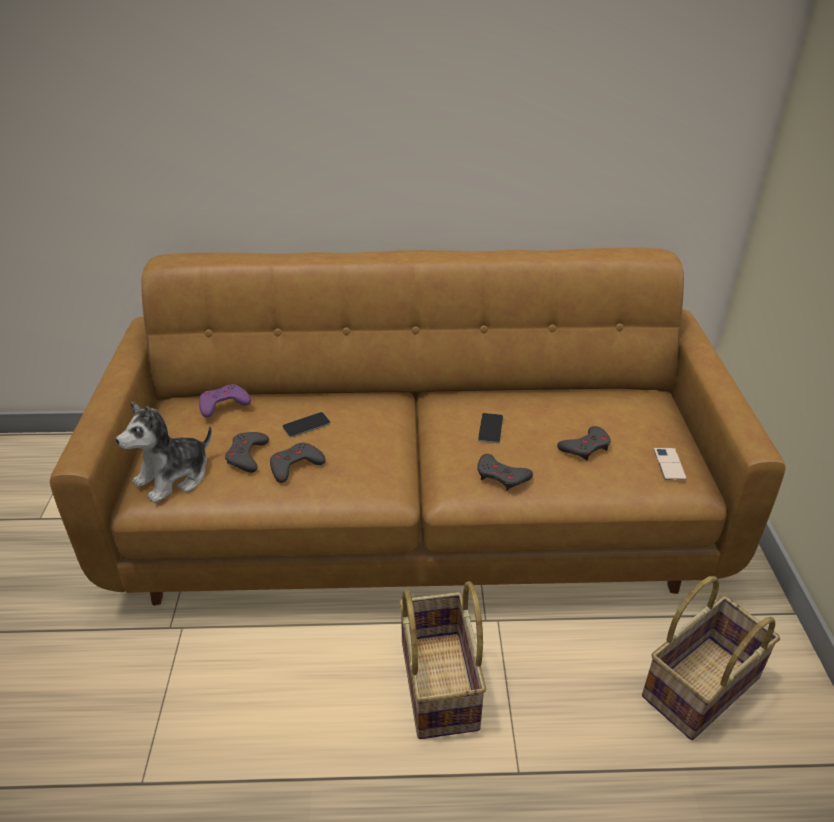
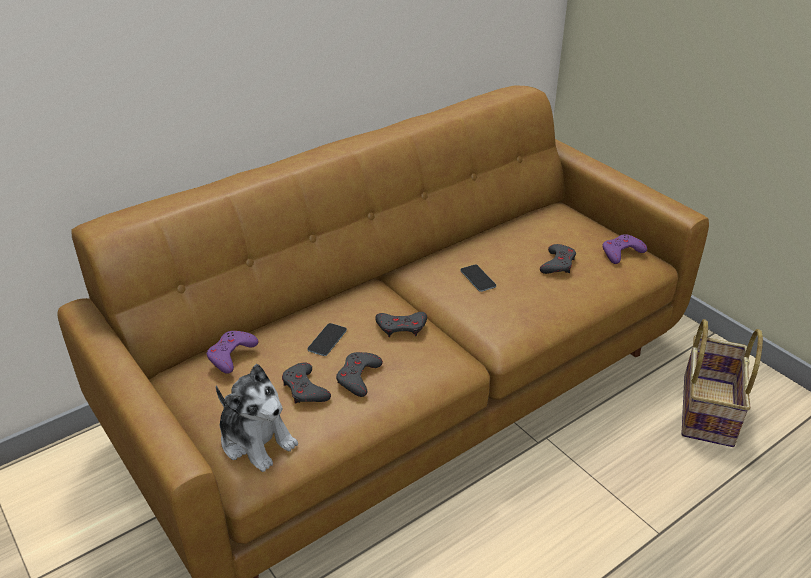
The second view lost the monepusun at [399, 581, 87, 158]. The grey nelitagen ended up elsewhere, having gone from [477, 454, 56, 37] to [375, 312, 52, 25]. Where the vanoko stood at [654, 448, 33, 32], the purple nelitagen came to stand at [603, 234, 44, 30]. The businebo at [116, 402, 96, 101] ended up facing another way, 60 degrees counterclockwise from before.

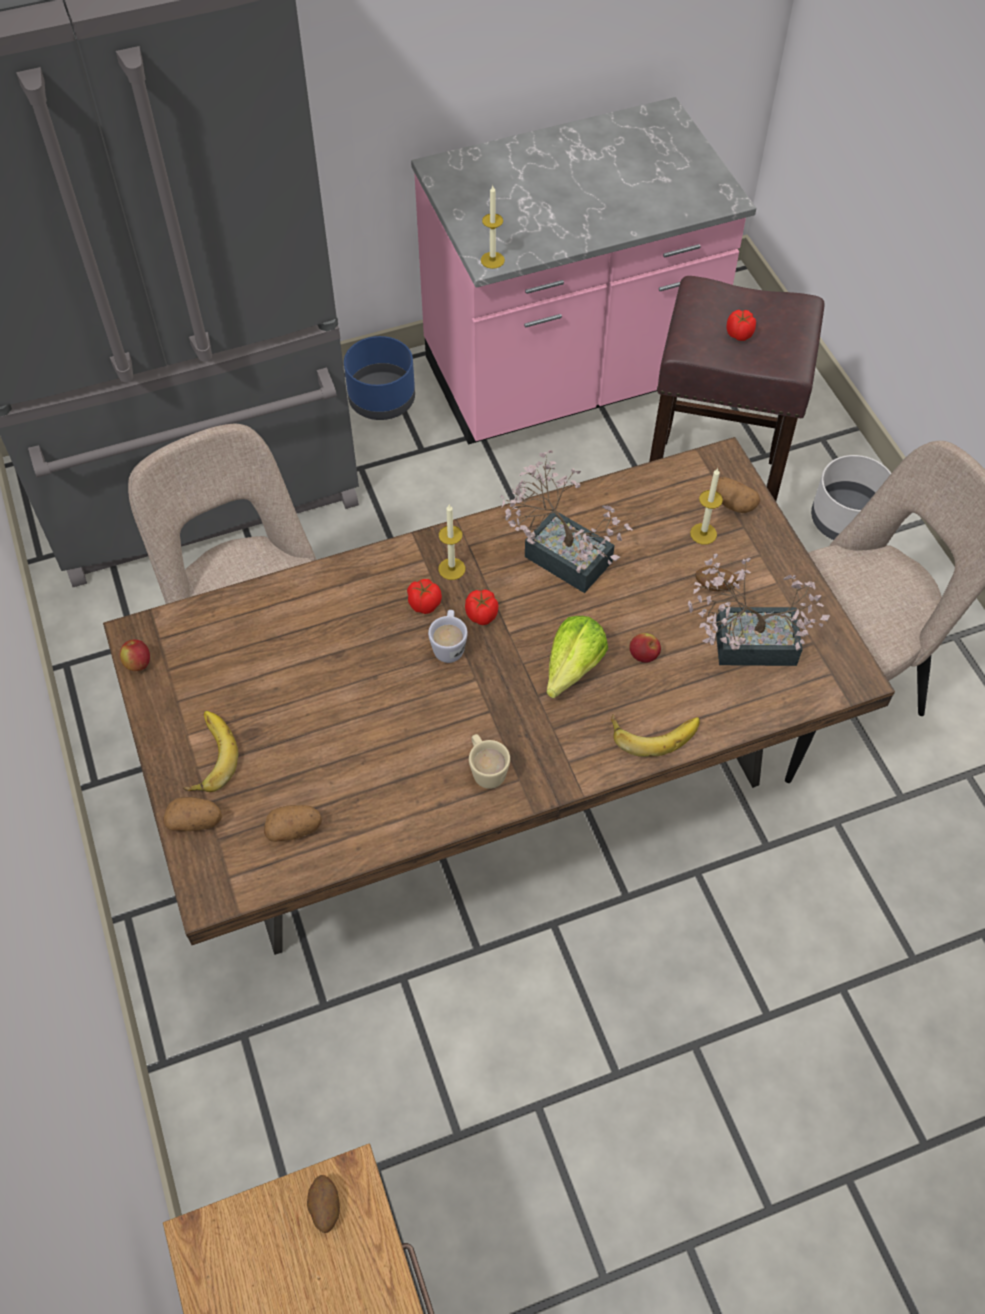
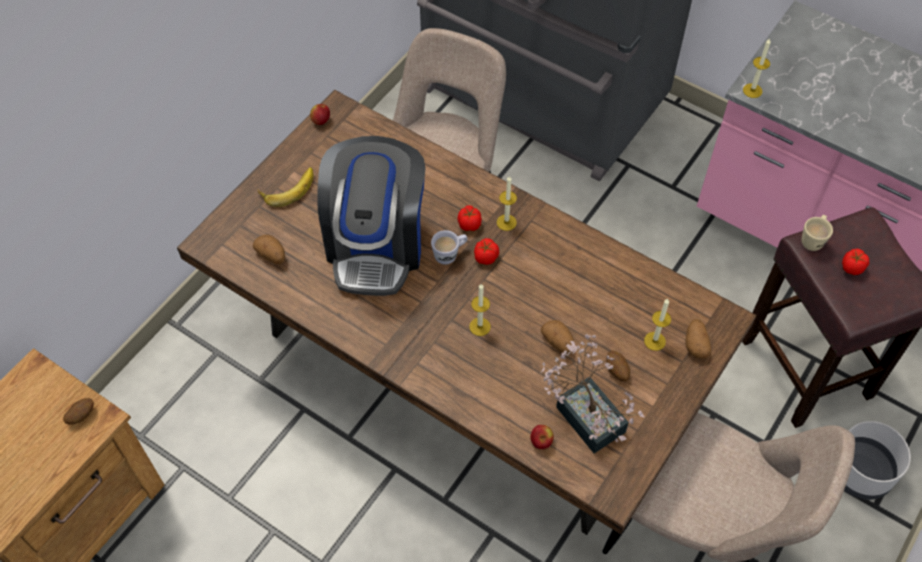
The second view lost the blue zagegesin at [344, 336, 71, 84]. The second view lost the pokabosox at [501, 450, 132, 143]. The second view lost the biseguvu at [611, 715, 89, 42]. The second view gained the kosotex at [317, 136, 108, 160]. The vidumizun ended up elsewhere, having gone from [163, 797, 59, 34] to [541, 320, 33, 34]. The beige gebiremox ended up elsewhere, having gone from [469, 734, 41, 55] to [802, 215, 31, 36]. The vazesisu ended up elsewhere, having gone from [629, 633, 32, 30] to [530, 425, 24, 24]. Where the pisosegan stood at [547, 616, 61, 82], the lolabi came to stand at [469, 284, 22, 52].

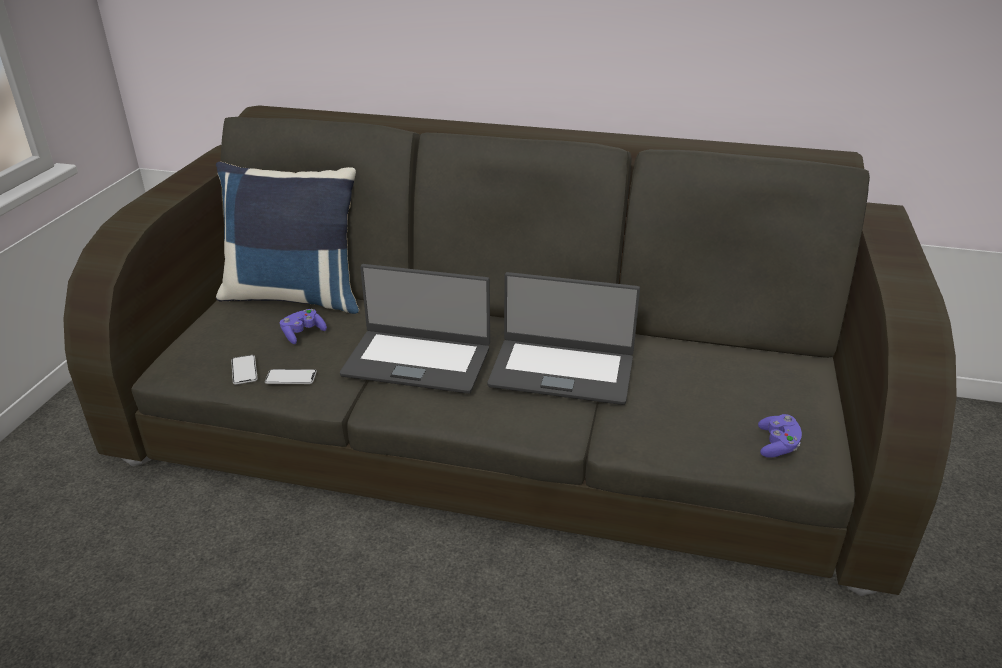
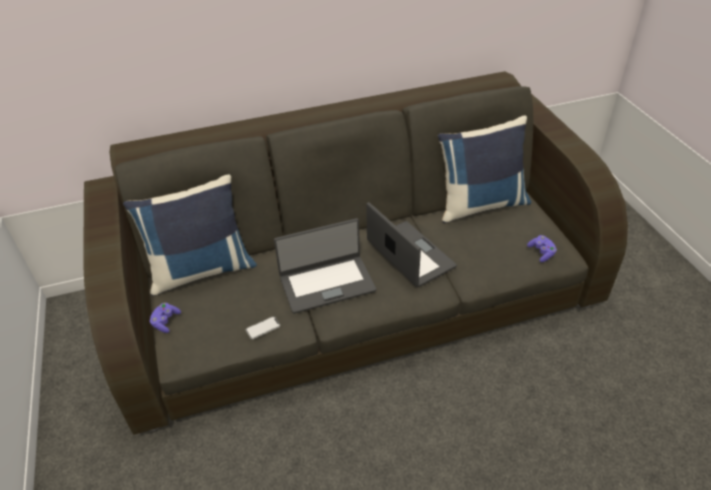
The second view lost the vanoko at [231, 355, 27, 30]. The second view gained the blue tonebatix at [438, 116, 93, 107]. The purple nelitagen ended up elsewhere, having gone from [280, 309, 47, 35] to [150, 303, 31, 30]. The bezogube at [487, 272, 153, 133] ended up facing another way, 105 degrees counterclockwise from before.

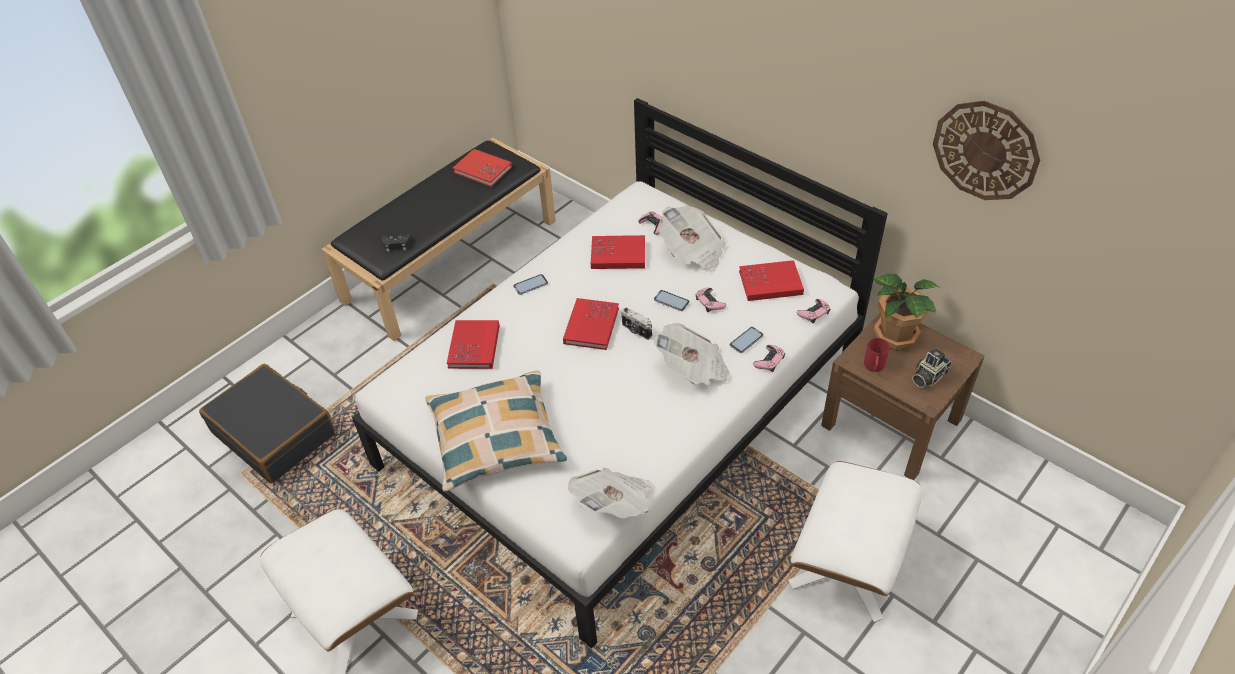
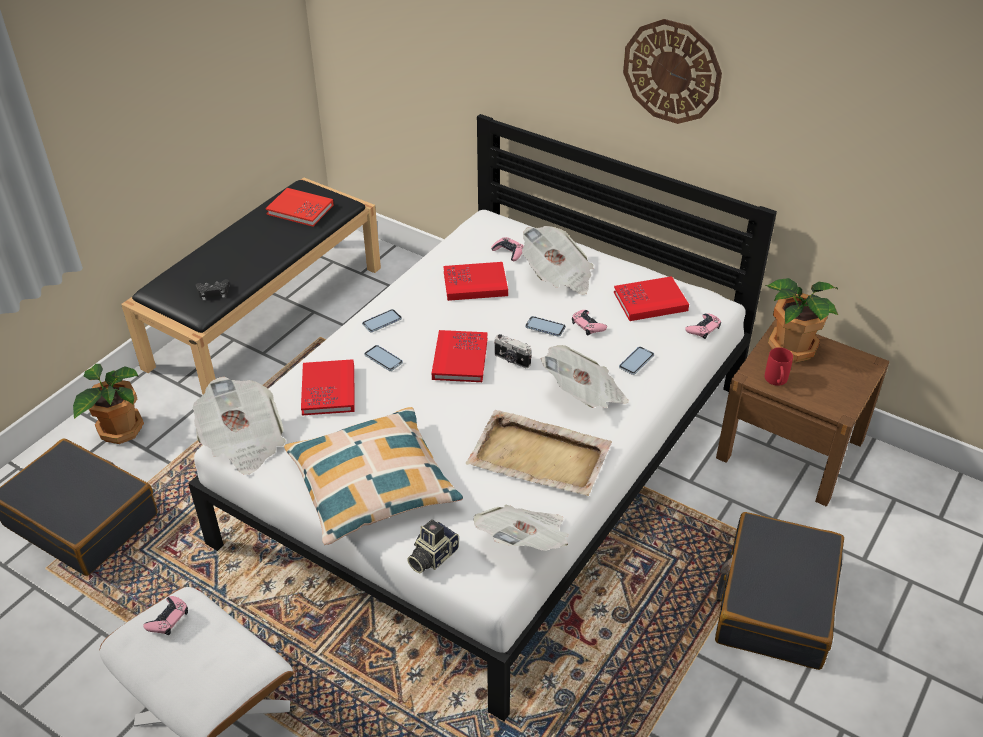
The second view gained the pokabosox at [73, 364, 71, 80]. The second view gained the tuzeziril at [193, 377, 93, 98]. The second view gained the vanoko at [364, 345, 39, 26]. The second view gained the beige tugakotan at [466, 410, 146, 86]. The pink nelitagen ended up elsewhere, having gone from [753, 345, 32, 27] to [144, 596, 44, 39]. The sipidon ended up elsewhere, having gone from [912, 348, 40, 40] to [407, 519, 52, 54]. The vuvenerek ended up elsewhere, having gone from [933, 101, 107, 99] to [623, 19, 99, 105]. Where the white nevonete stood at [789, 461, 133, 161], the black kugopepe came to stand at [715, 512, 129, 158].

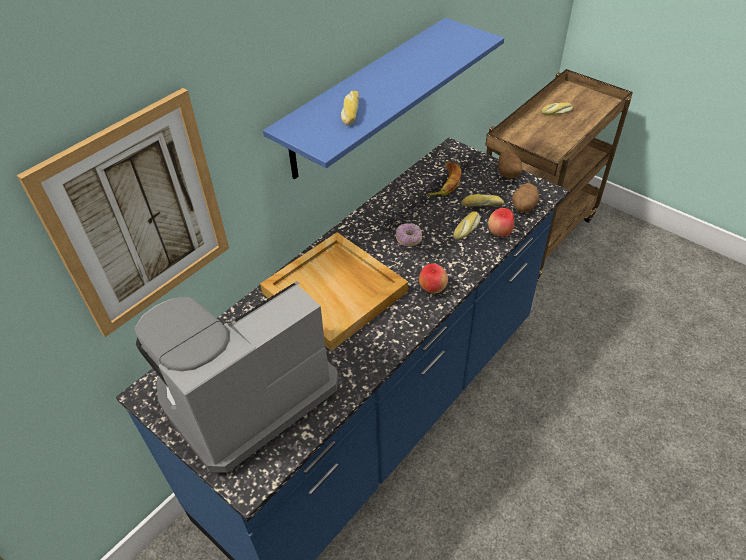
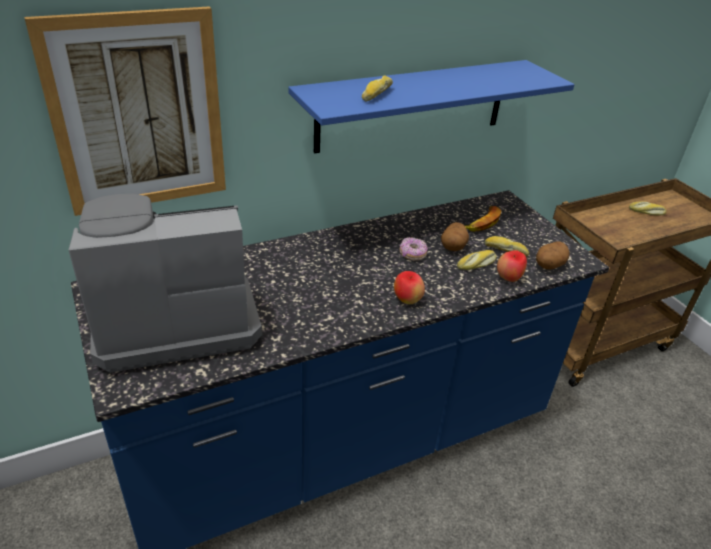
The second view lost the beige tugakotan at [260, 232, 148, 119]. The vidumizun ended up elsewhere, having gone from [498, 151, 24, 28] to [441, 222, 28, 29].

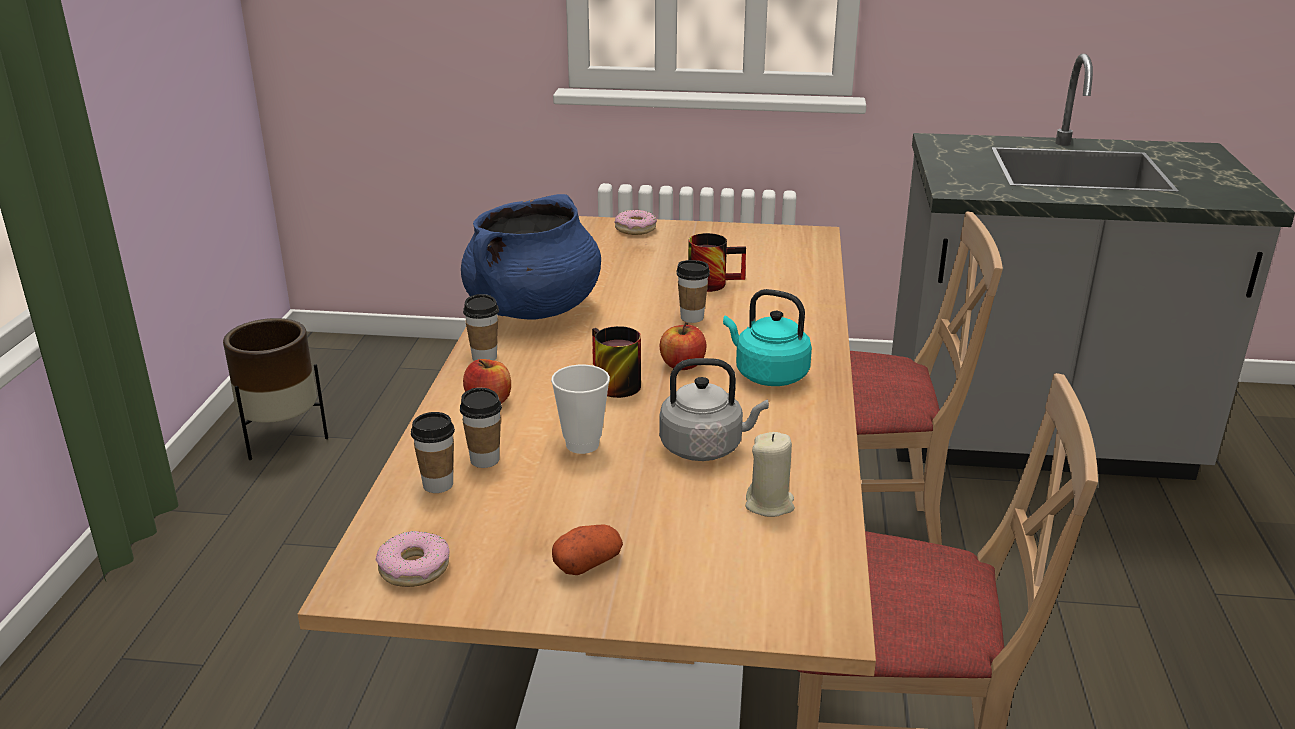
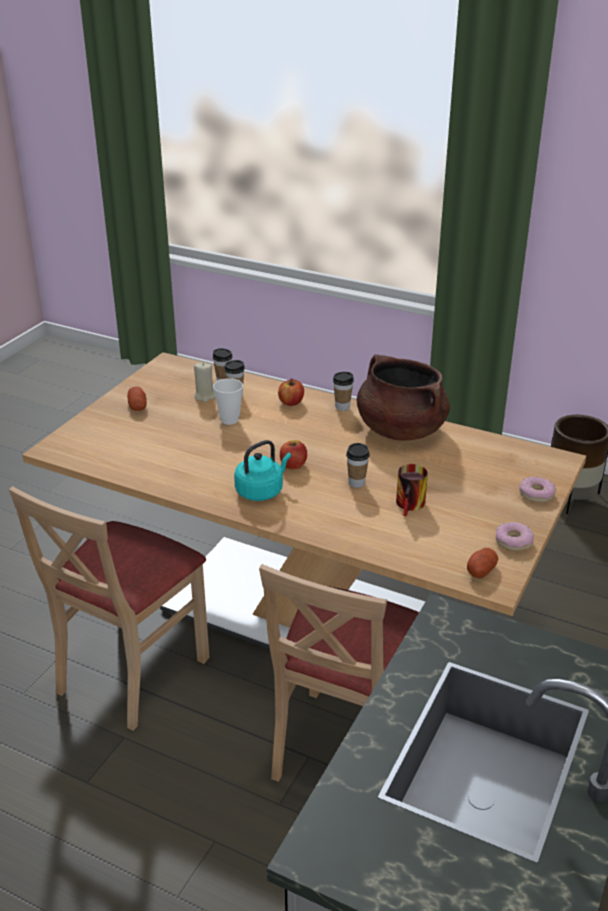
The second view lost the gebiremox at [592, 326, 49, 72]. The second view lost the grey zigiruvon at [659, 358, 110, 103]. The second view gained the vidumizun at [467, 548, 32, 30]. The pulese ended up elsewhere, having gone from [376, 531, 73, 56] to [496, 522, 38, 29]. The beige lolabi ended up elsewhere, having gone from [745, 432, 50, 85] to [194, 362, 21, 40]. What was the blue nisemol at [461, 194, 140, 126] turned into the brown nisemol at [357, 354, 93, 87].

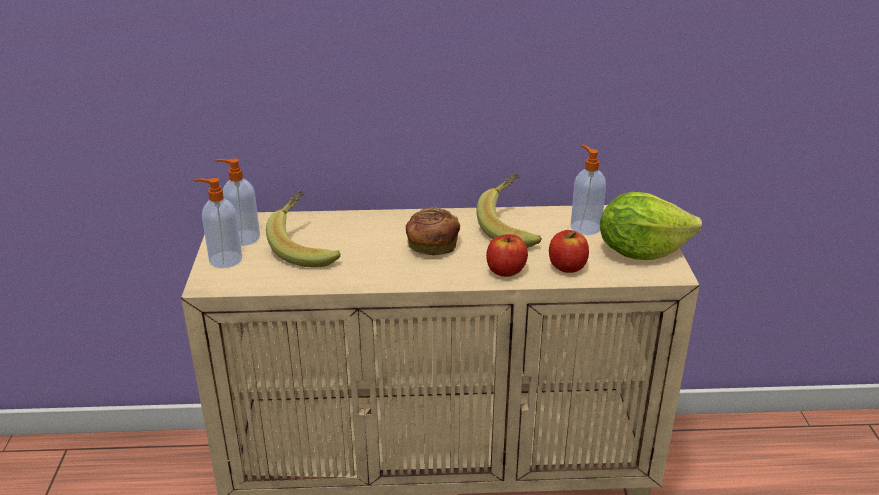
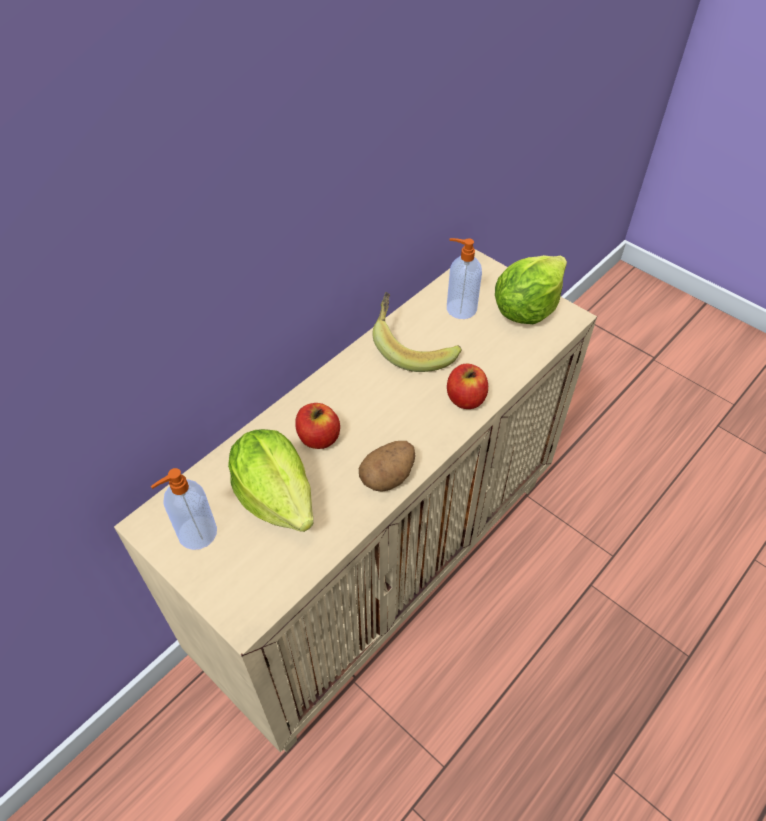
The second view lost the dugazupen at [194, 178, 48, 90]. The second view lost the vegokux at [406, 207, 54, 48]. The second view gained the vidumizun at [359, 441, 57, 51]. The vazesisu ended up elsewhere, having gone from [549, 230, 40, 43] to [295, 403, 45, 46]. Where the biseguvu stood at [266, 191, 75, 76], the pisosegan came to stand at [228, 429, 86, 103].

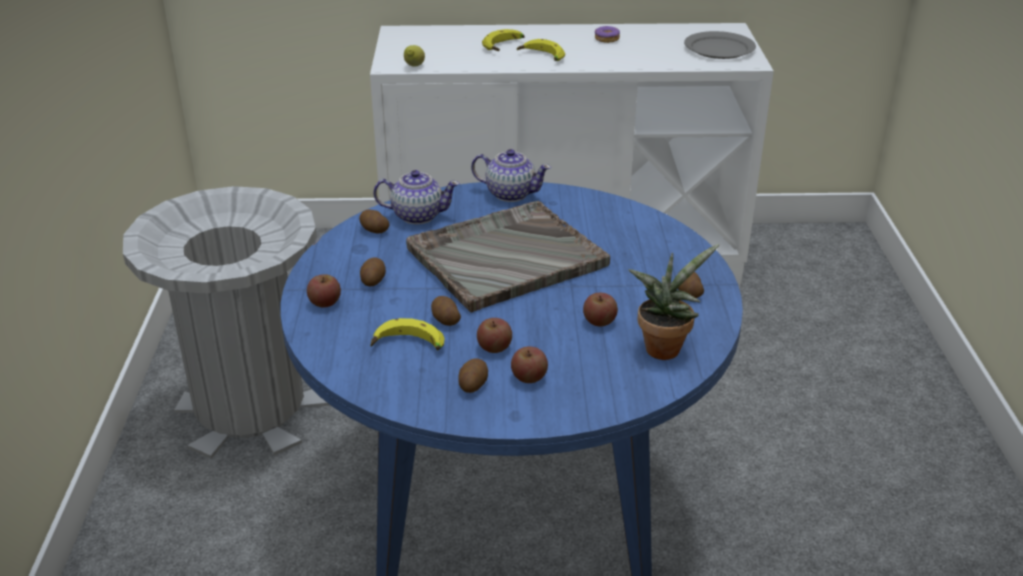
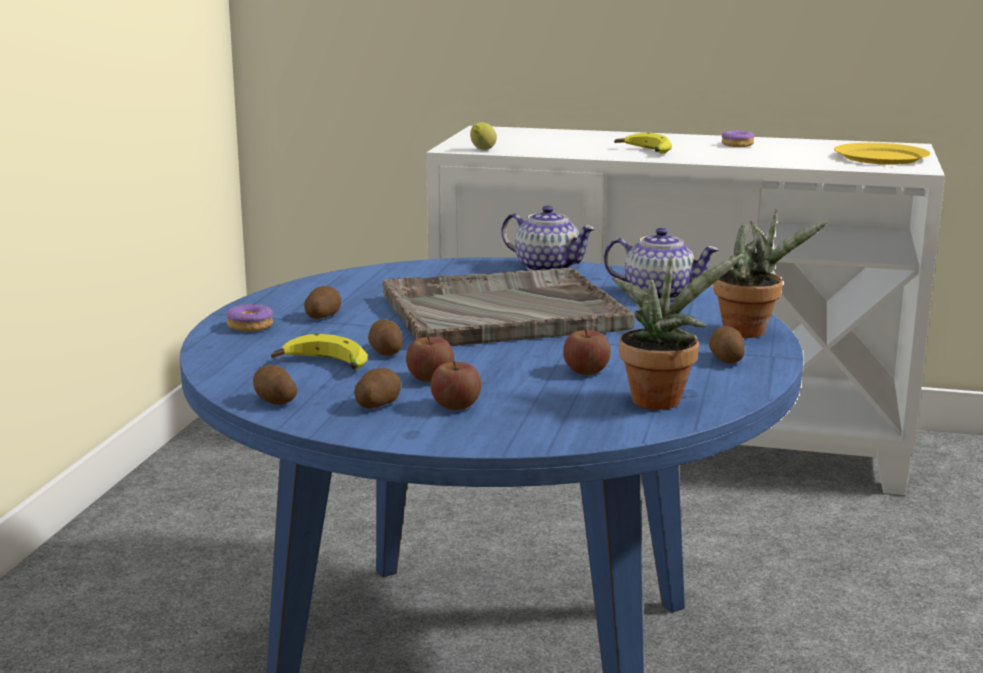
The second view lost the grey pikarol at [123, 186, 207, 273]. The second view lost the biseguvu at [482, 29, 43, 22]. The second view gained the pokabosox at [713, 209, 114, 129]. The vidumizun ended up elsewhere, having gone from [359, 210, 30, 23] to [253, 365, 44, 40]. The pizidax ended up elsewhere, having gone from [373, 170, 87, 54] to [604, 228, 116, 73]. Where the vazesisu stood at [307, 274, 34, 34], the pulese came to stand at [226, 304, 47, 28]. What was the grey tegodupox at [684, 31, 72, 28] turned into the yellow tegodupox at [834, 143, 96, 22].

